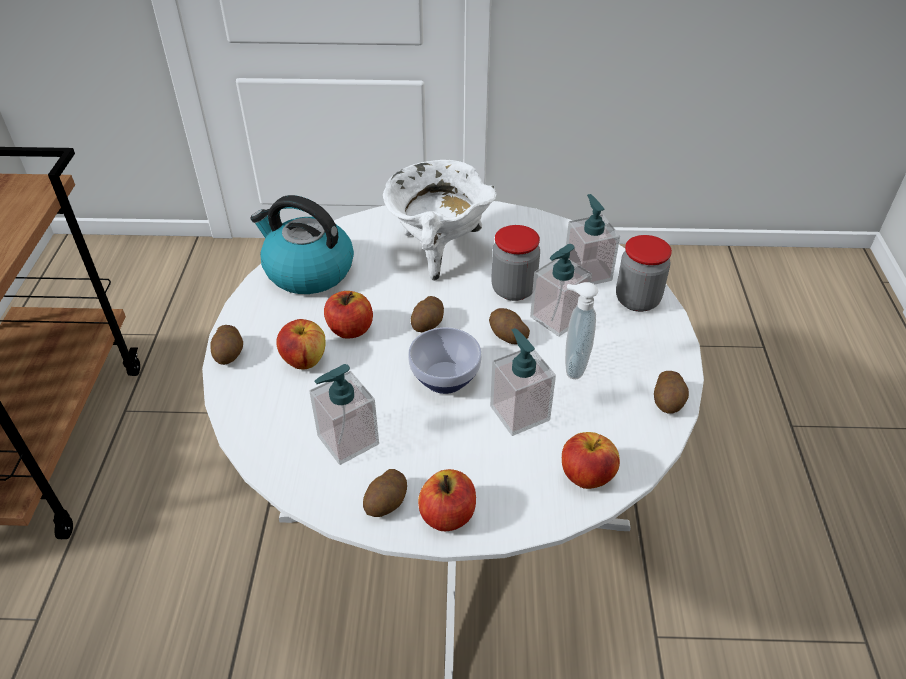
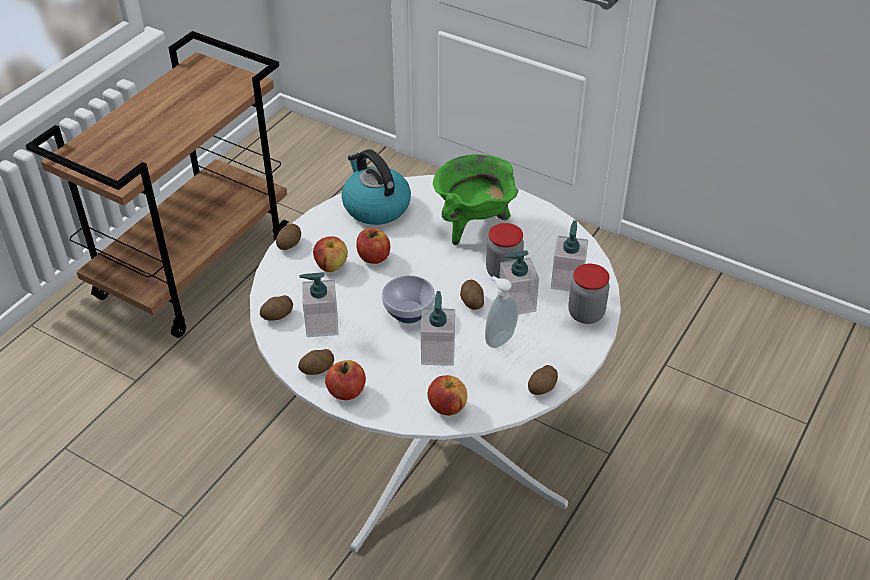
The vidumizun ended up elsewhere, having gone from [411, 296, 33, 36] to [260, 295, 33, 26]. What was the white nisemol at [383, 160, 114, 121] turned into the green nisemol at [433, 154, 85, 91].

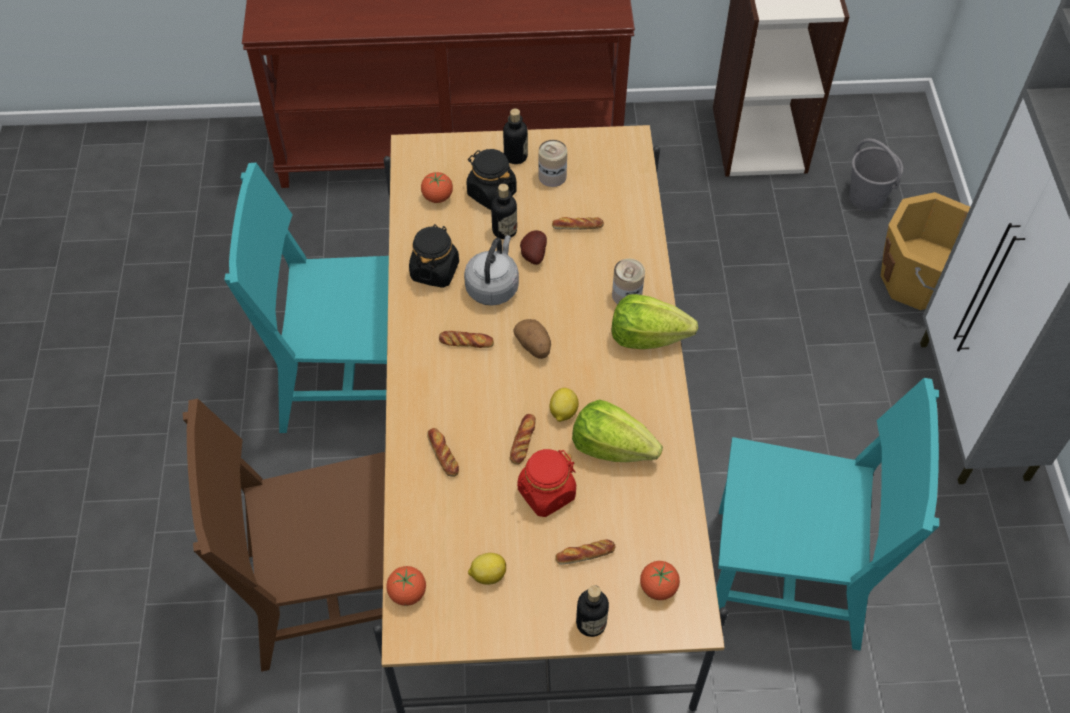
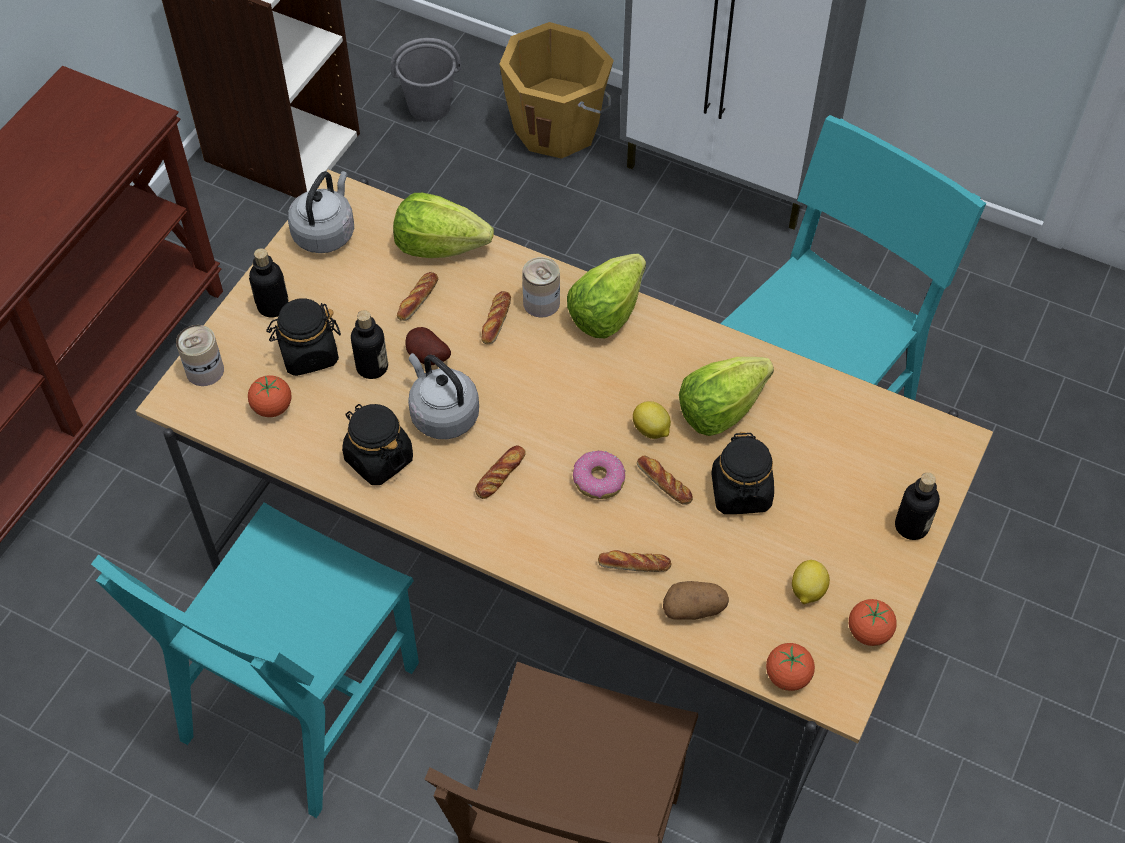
The second view gained the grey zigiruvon at [288, 171, 66, 82]. The second view gained the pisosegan at [393, 193, 101, 65]. The second view gained the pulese at [573, 451, 52, 48]. The vidumizun ended up elsewhere, having gone from [513, 319, 38, 40] to [663, 581, 66, 39]. The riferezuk ended up elsewhere, having gone from [538, 140, 29, 47] to [176, 325, 48, 61]. The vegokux ended up elsewhere, having gone from [555, 539, 60, 26] to [481, 291, 30, 53]. The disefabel ended up elsewhere, having gone from [640, 561, 40, 39] to [849, 599, 48, 47]. What was the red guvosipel at [517, 449, 59, 68] turned into the black guvosipel at [711, 432, 63, 82].

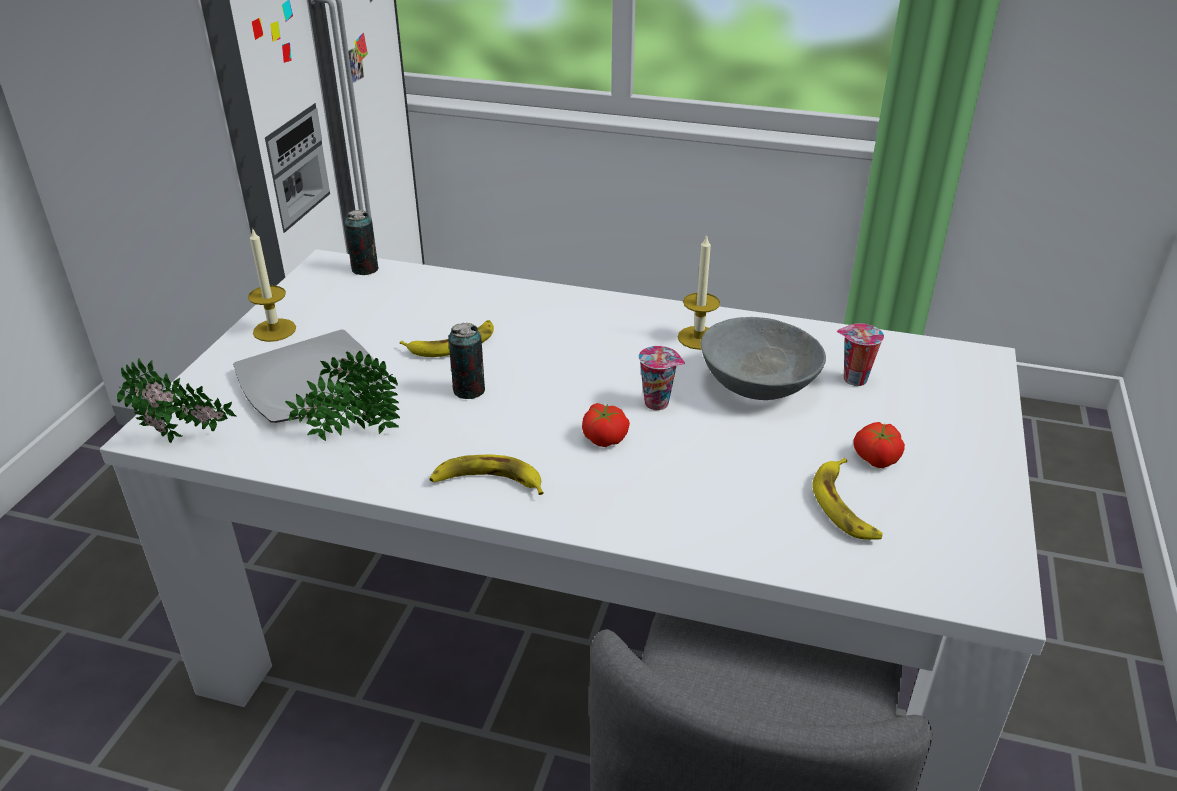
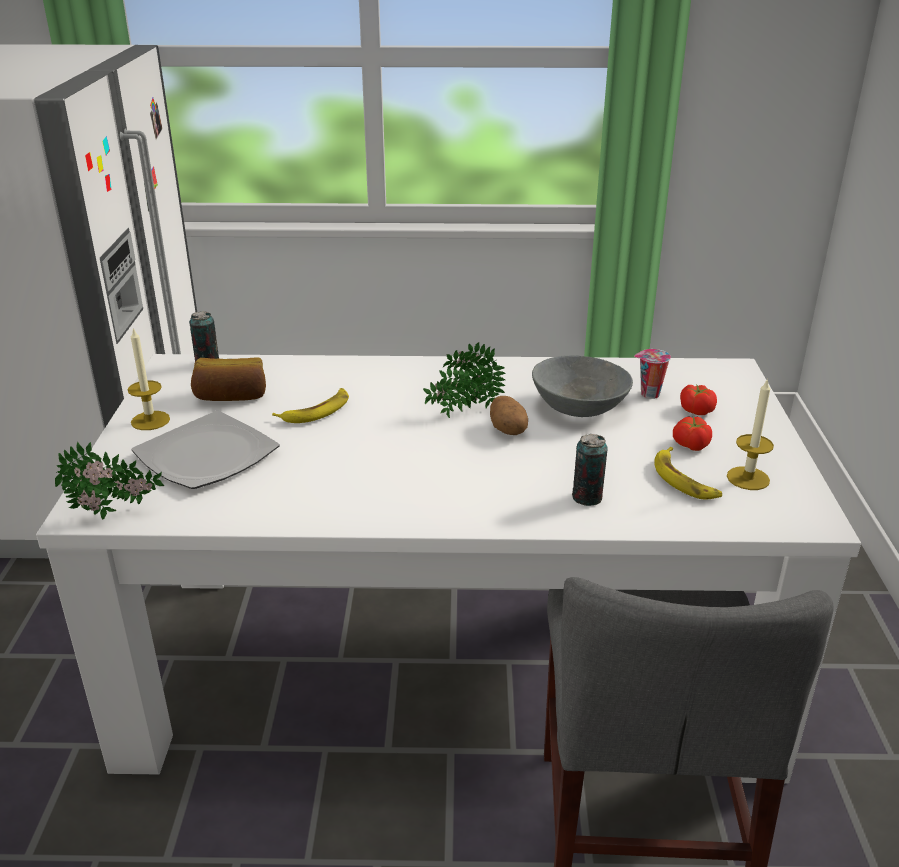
The second view lost the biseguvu at [429, 455, 115, 40]. The second view gained the vegokux at [191, 358, 75, 43]. The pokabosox ended up elsewhere, having gone from [285, 351, 115, 90] to [423, 342, 83, 76]. The riferezuk ended up elsewhere, having gone from [448, 323, 37, 76] to [572, 434, 36, 72]. The disefabel ended up elsewhere, having gone from [582, 403, 48, 44] to [680, 384, 37, 31]. The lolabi ended up elsewhere, having gone from [678, 234, 42, 116] to [727, 378, 47, 112]. Where the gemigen stood at [639, 346, 46, 64], the vidumizun came to stand at [490, 396, 38, 39].

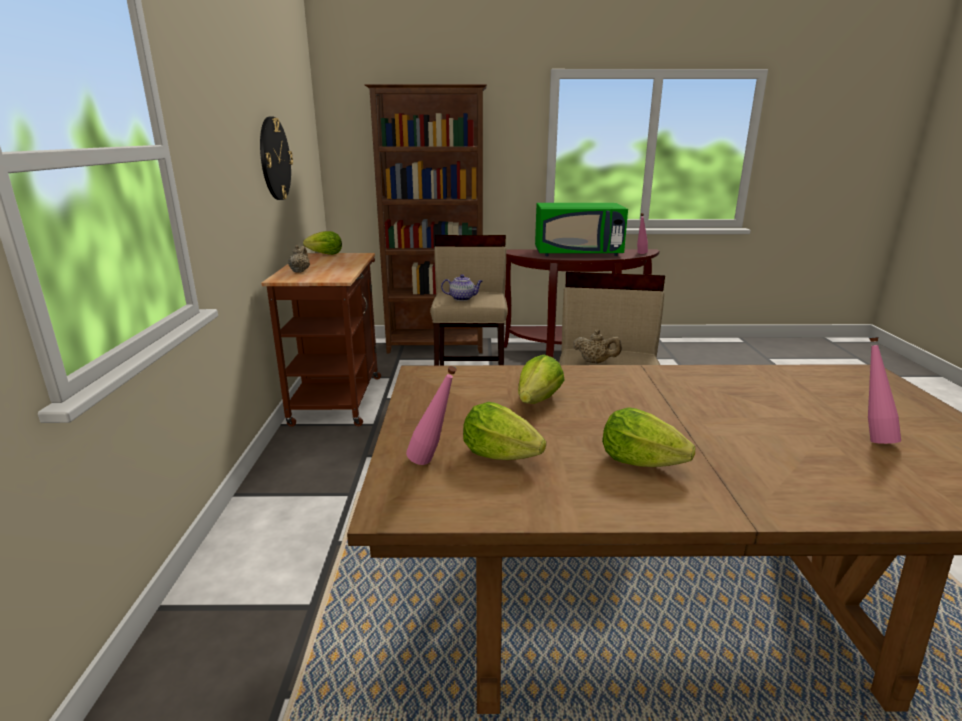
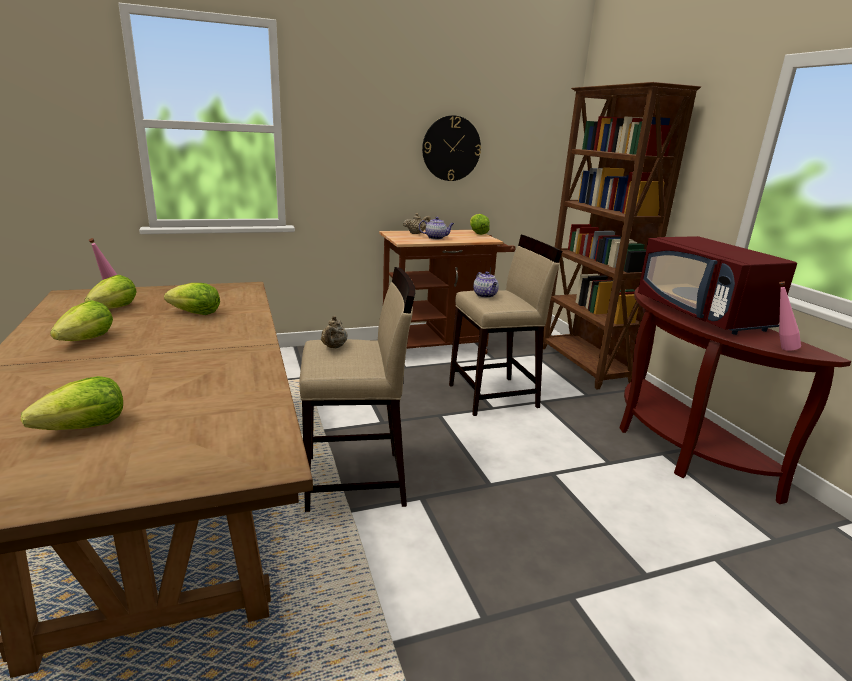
The second view gained the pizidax at [419, 217, 35, 22]. Where the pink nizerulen stood at [868, 337, 33, 107], the pisosegan came to stand at [21, 376, 102, 54]. What was the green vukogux at [535, 203, 93, 53] turned into the red vukogux at [638, 236, 159, 99].

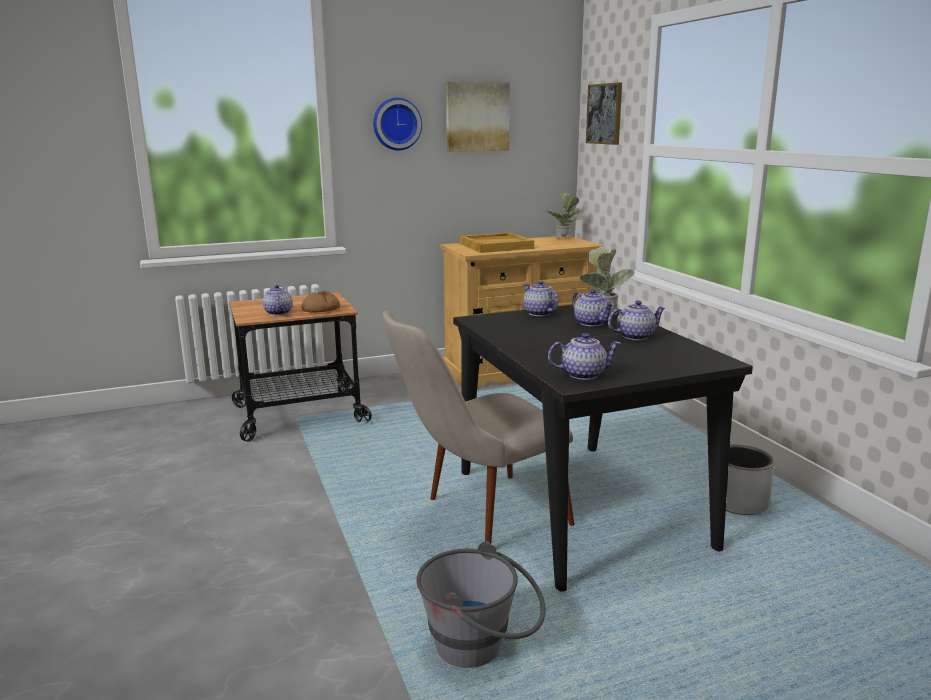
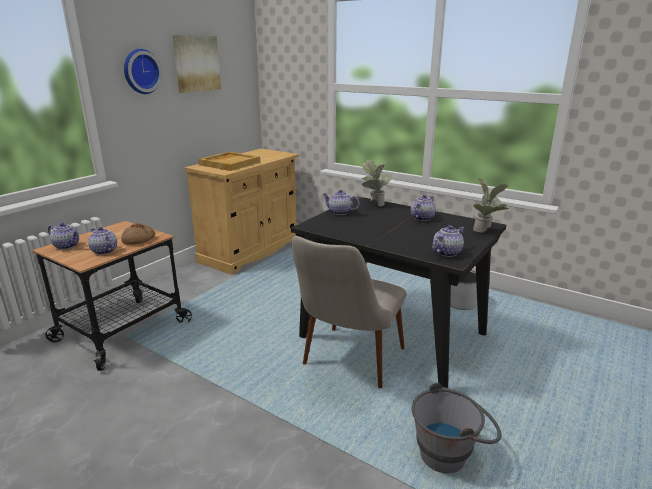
The second view lost the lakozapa at [586, 82, 36, 63]. The pokabosox ended up elsewhere, having gone from [547, 192, 36, 46] to [473, 179, 36, 54]. The pizidax ended up elsewhere, having gone from [572, 289, 42, 38] to [48, 223, 31, 27].

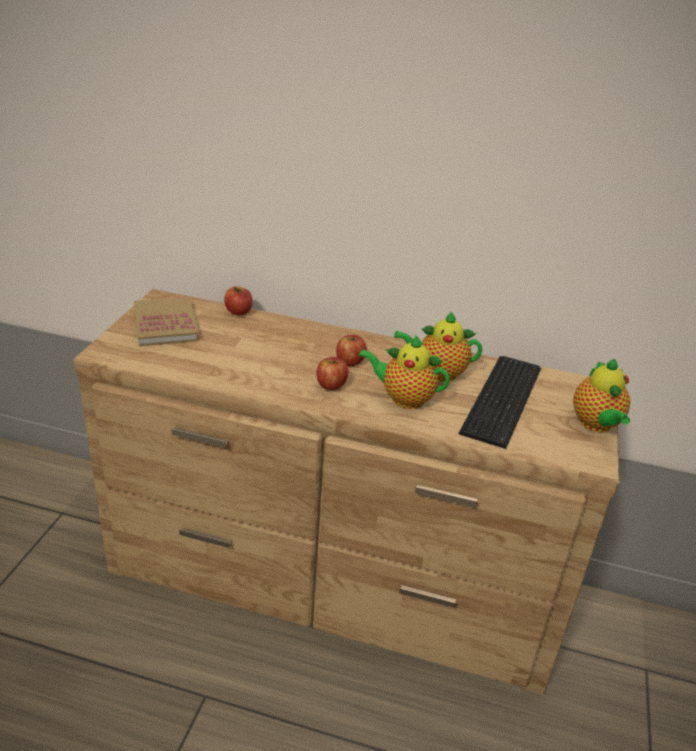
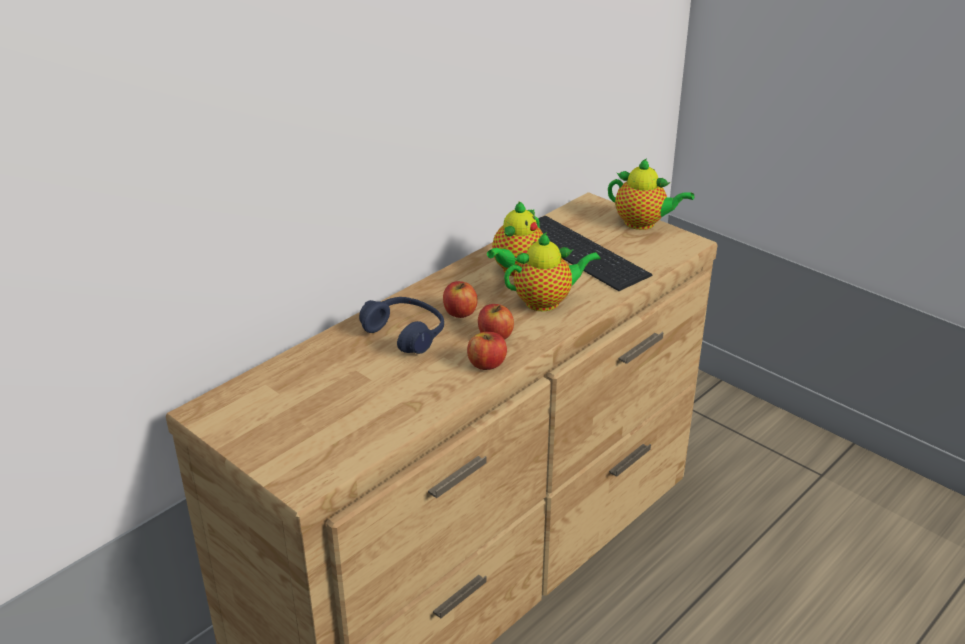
The second view lost the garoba at [134, 297, 65, 49]. The second view gained the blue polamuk at [359, 297, 85, 57]. The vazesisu ended up elsewhere, having gone from [224, 286, 28, 29] to [467, 332, 40, 38]. The pizidax at [358, 335, 92, 74] ended up facing another way, 150 degrees counterclockwise from before.

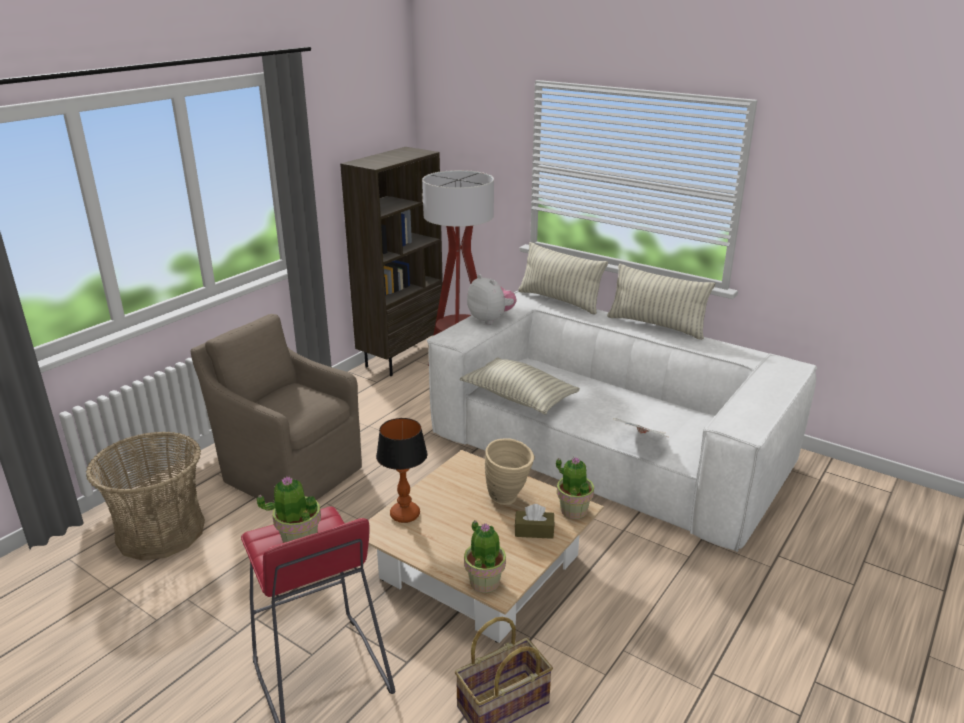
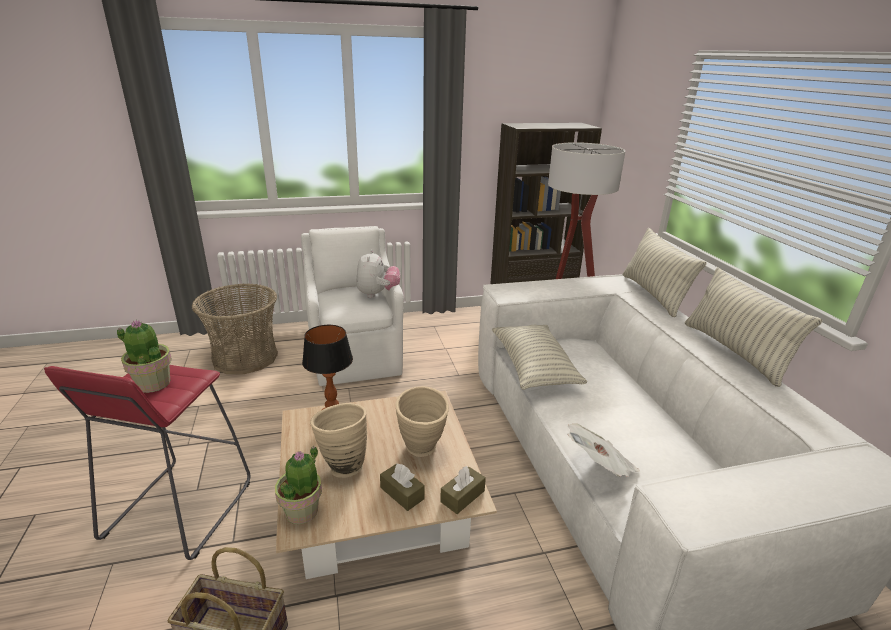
The second view gained the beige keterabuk at [310, 403, 57, 75]. The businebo ended up elsewhere, having gone from [467, 274, 49, 51] to [356, 250, 44, 48]. Where the pokabosox stood at [556, 457, 38, 62], the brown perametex came to stand at [440, 466, 46, 48]. What was the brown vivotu at [191, 314, 171, 189] turned into the white vivotu at [301, 226, 103, 160].

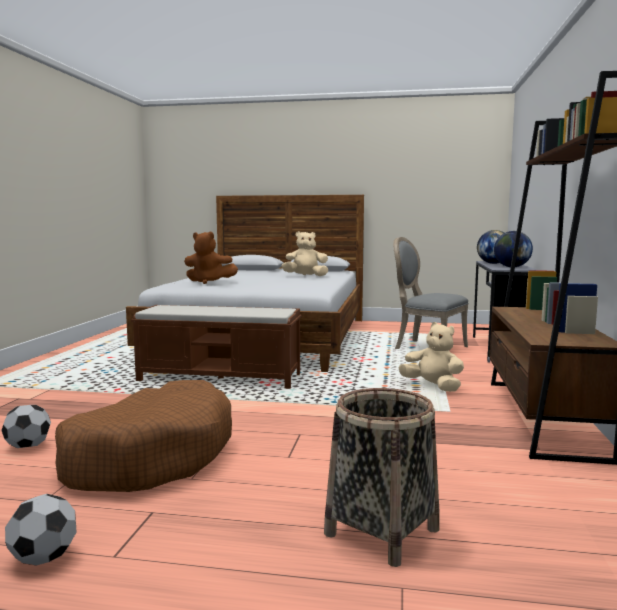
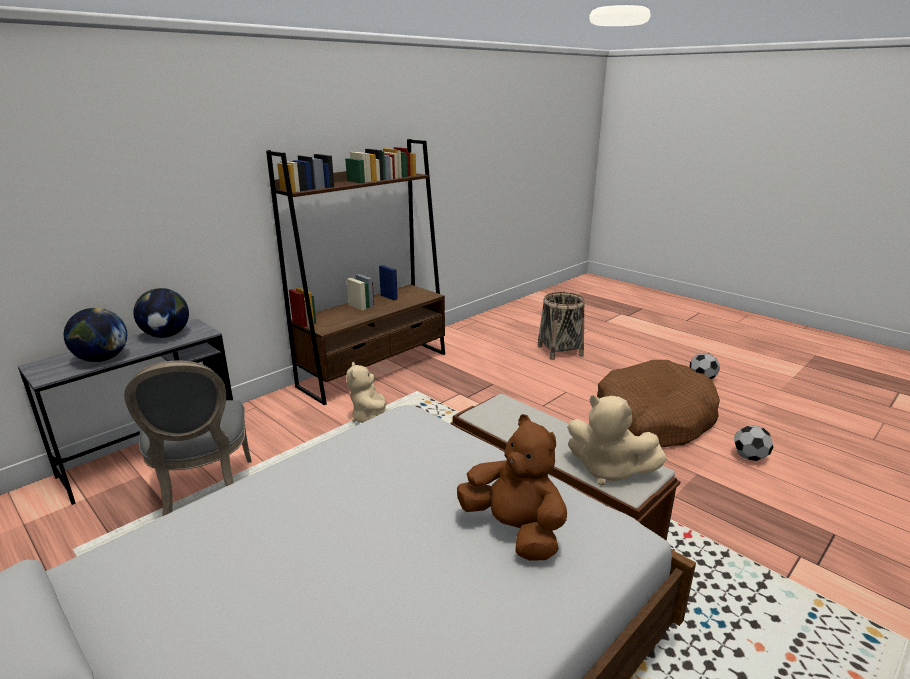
The beige businebo ended up elsewhere, having gone from [282, 231, 46, 45] to [567, 395, 100, 91].

